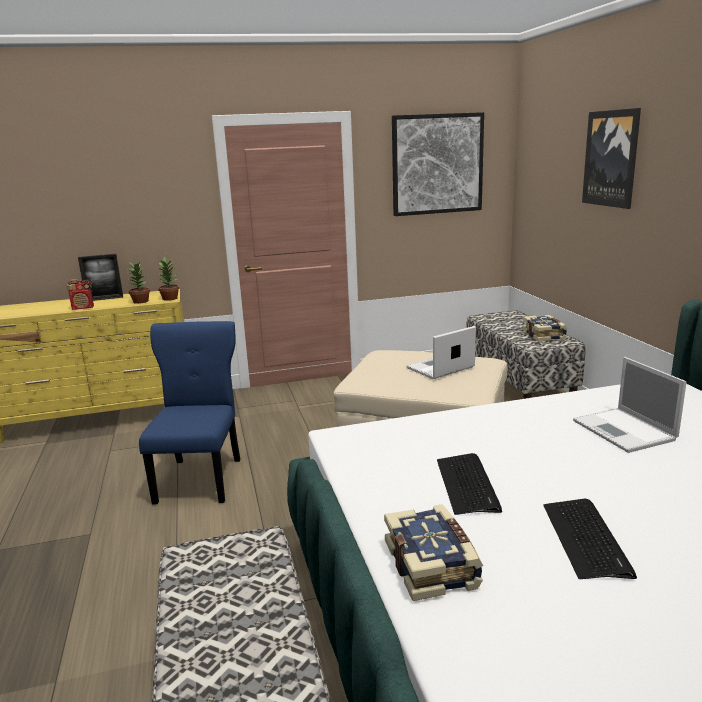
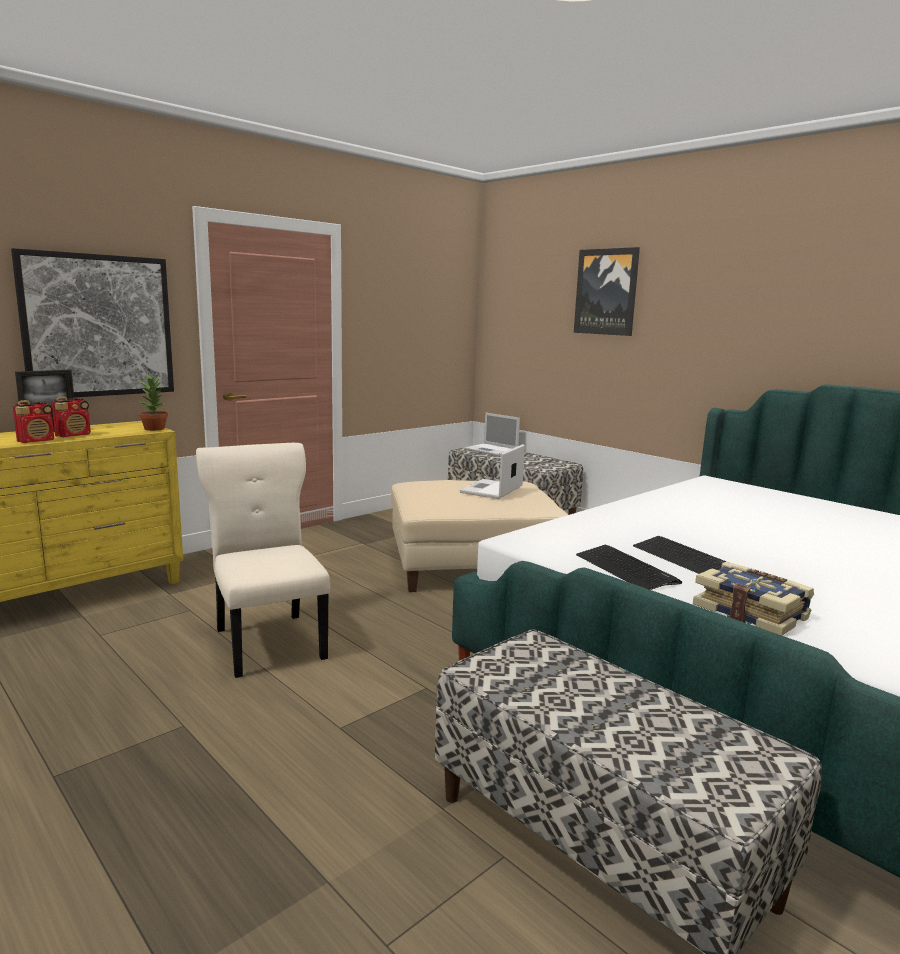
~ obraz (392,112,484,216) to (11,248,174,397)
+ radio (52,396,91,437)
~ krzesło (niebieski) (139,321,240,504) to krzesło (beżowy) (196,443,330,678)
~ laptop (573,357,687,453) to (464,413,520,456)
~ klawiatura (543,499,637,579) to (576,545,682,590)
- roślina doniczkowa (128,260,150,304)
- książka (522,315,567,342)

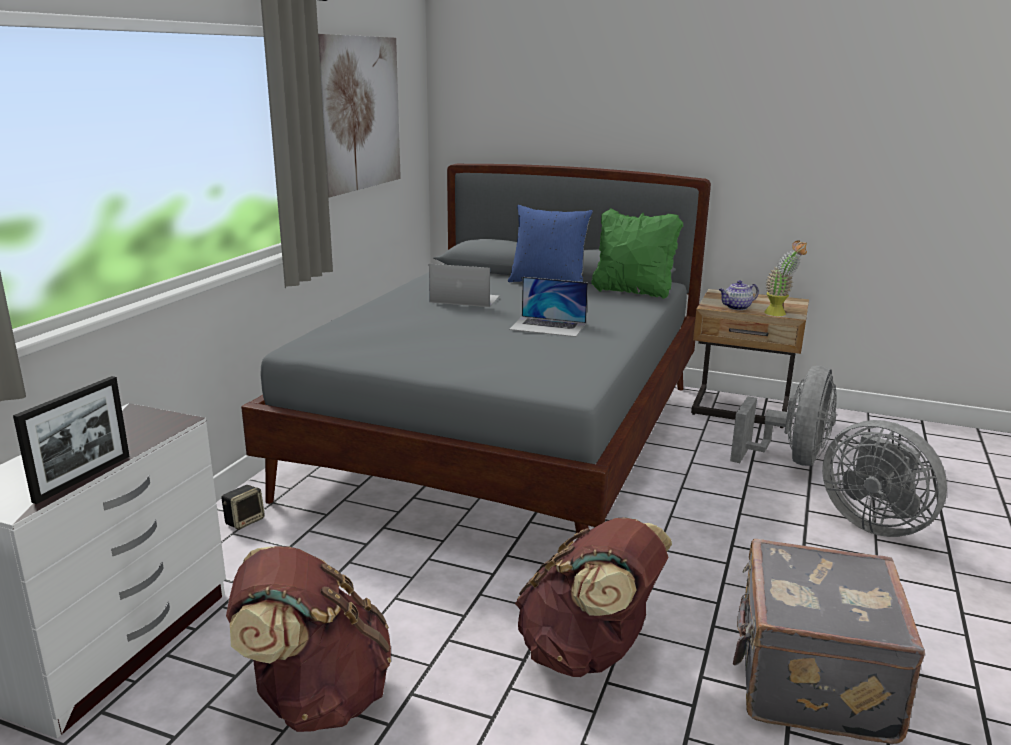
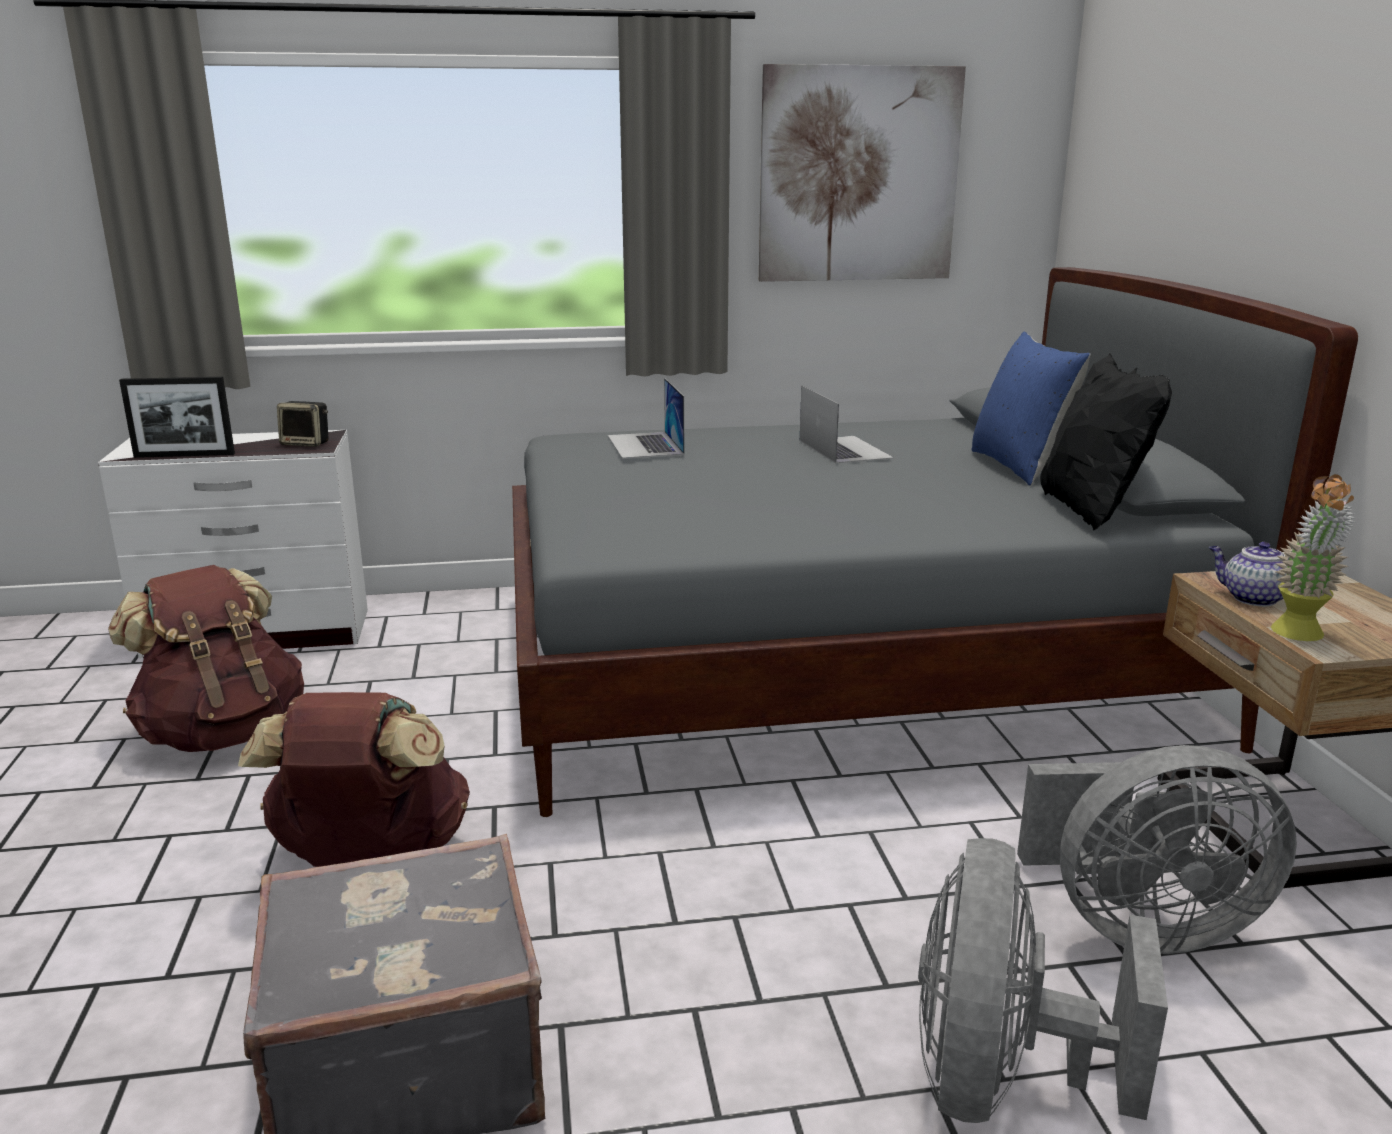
~ głośnik (221,485,265,530) to (277,401,328,447)
~ laptop (509,277,588,337) to (608,378,684,459)
~ poduszka (zielony) (591,208,683,299) to poduszka (czarny) (1040,354,1172,530)

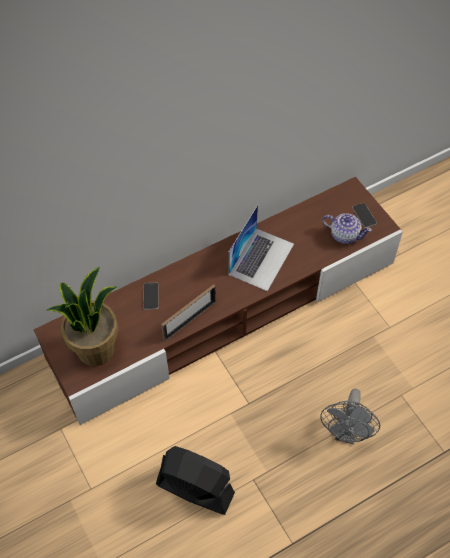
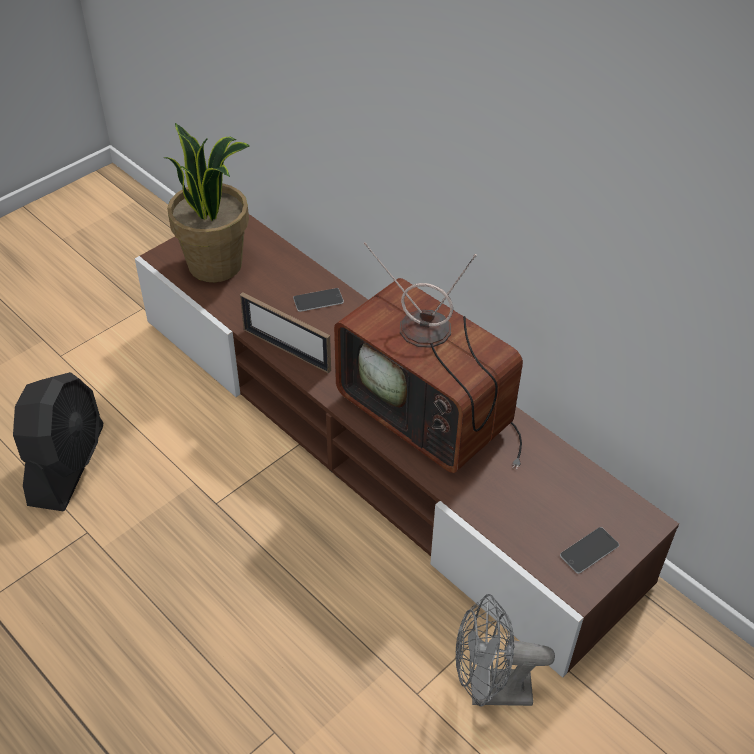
~ laptop (229,205,294,291) to telewizor (334,242,523,473)
~ wentylator (szary) (320,389,380,444) to (456,594,555,707)
- imbryk (322,213,372,244)

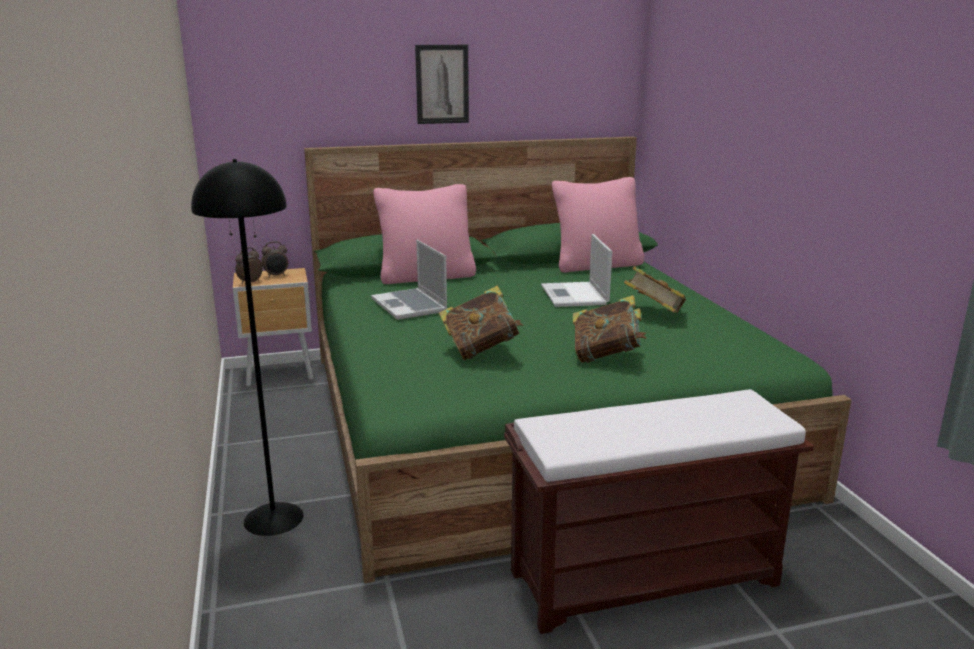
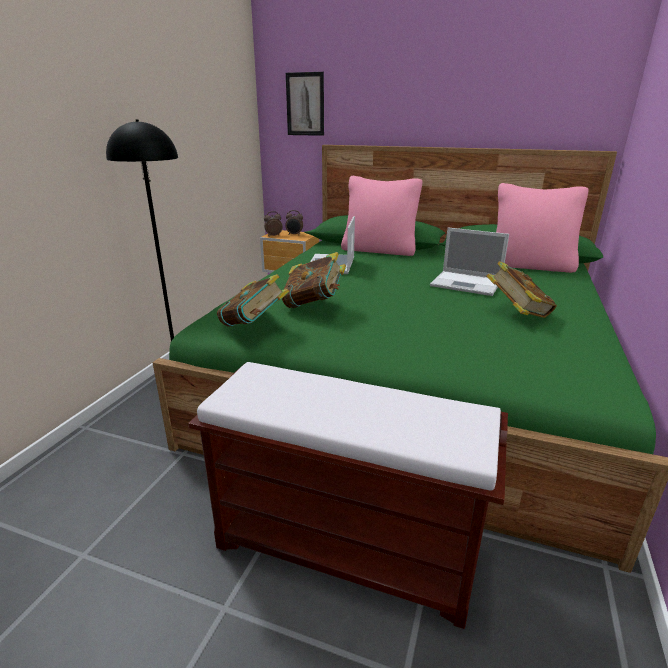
~ książka (573,295,647,363) to (217,274,289,327)
~ obraz (415,45,469,124) to (286,72,324,136)
~ laptop (541,234,612,307) = (430,227,509,296) 90 degrees counterclockwise

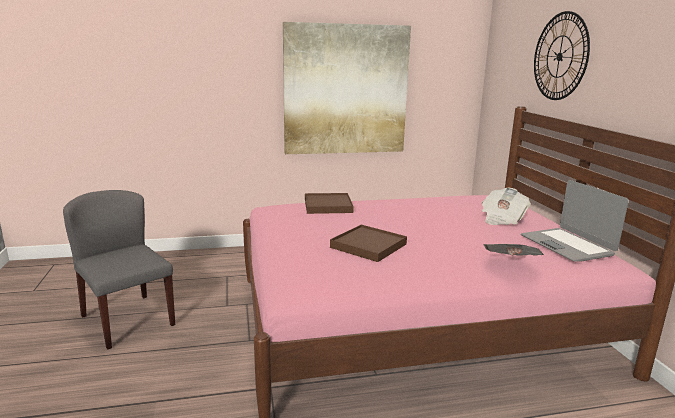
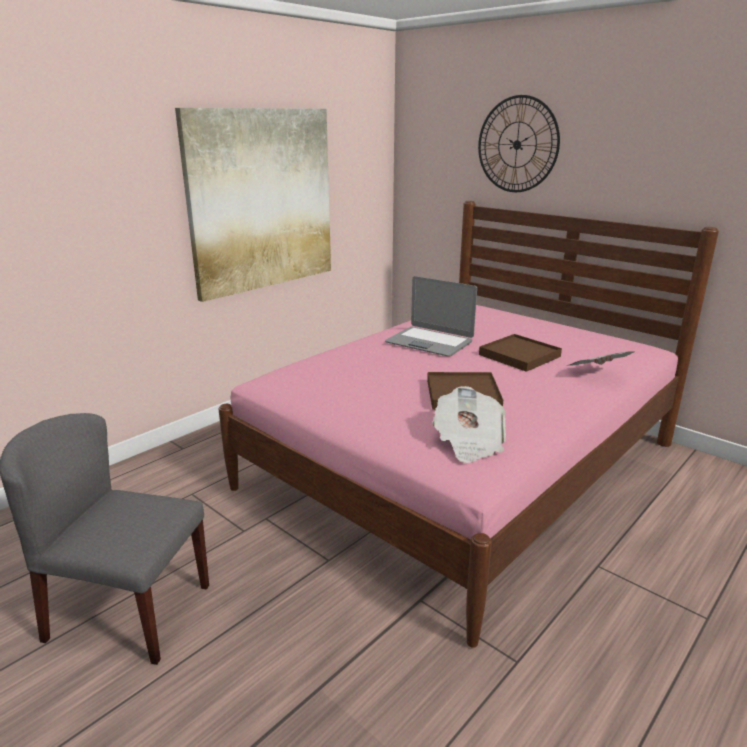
~ laptop (521,180,629,262) to (385,276,477,356)
~ gazeta (482,188,530,225) to (432,386,506,463)
~ taca (brązowy) (305,193,354,214) to (479,334,562,372)

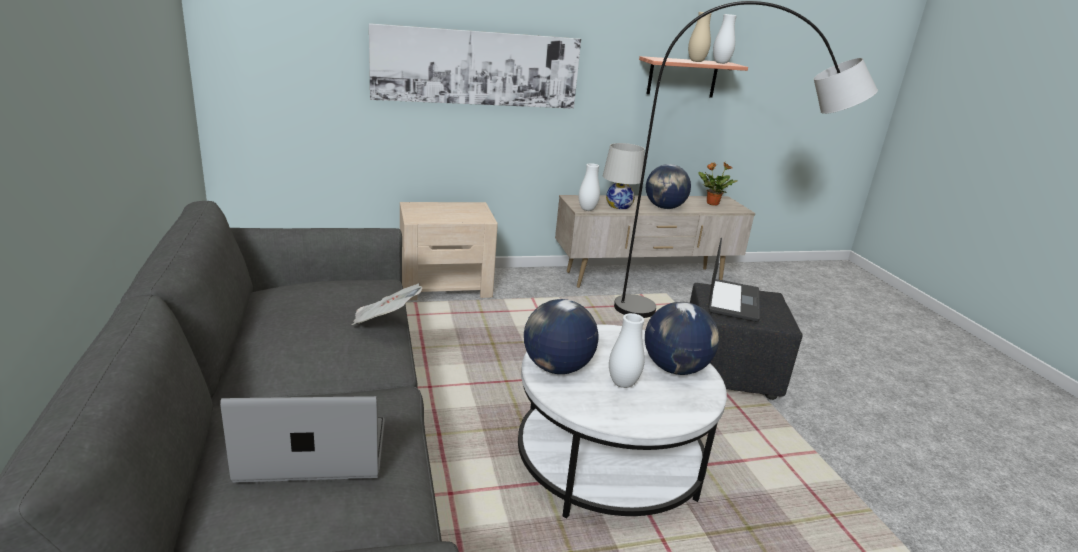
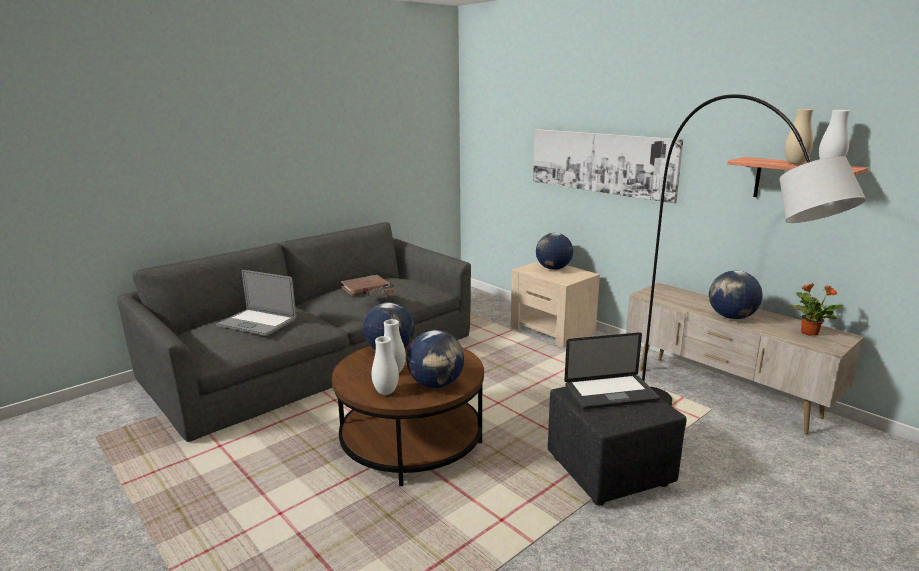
~ laptop (220,396,384,483) = (216,270,296,336) 150 degrees clockwise
~ ława (biały) (518,324,727,519) to ława (brązowy) (332,339,484,486)
+ książka (brązowy) (341,275,390,296)
~ wazon (biały) (579,163,600,211) to (372,336,399,395)
+ globus (536,233,573,270)
- lampa stołowa (biały) (603,143,645,209)

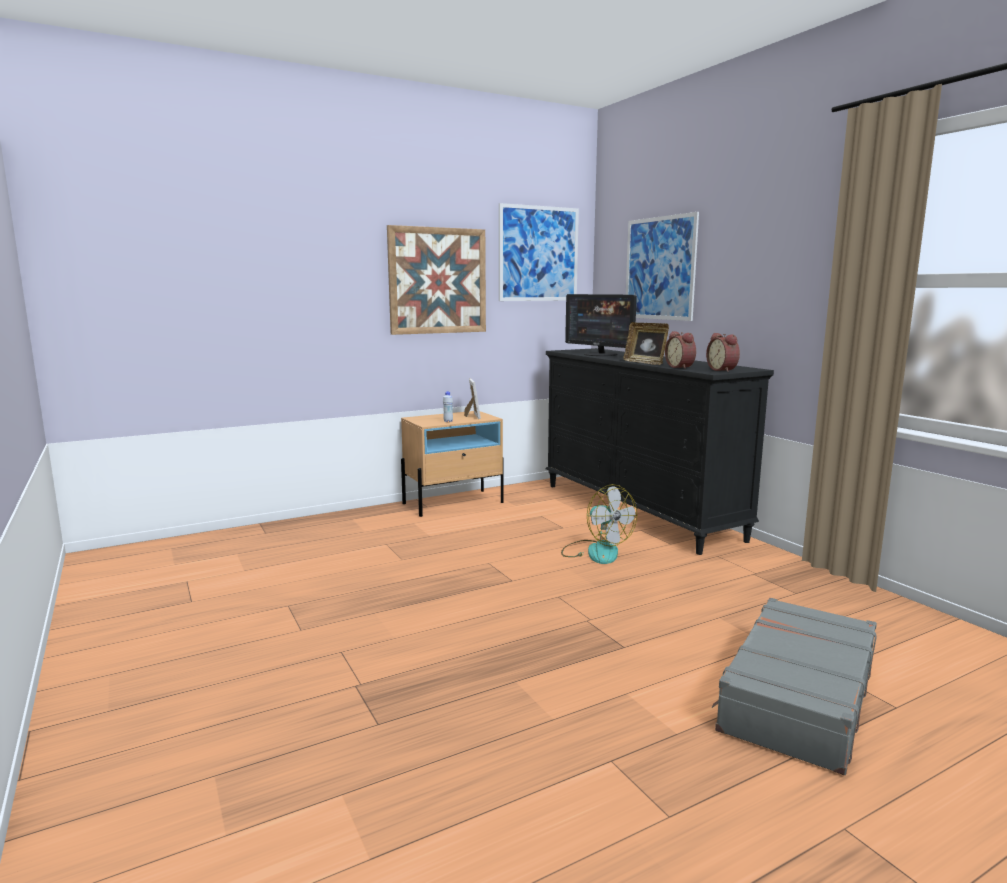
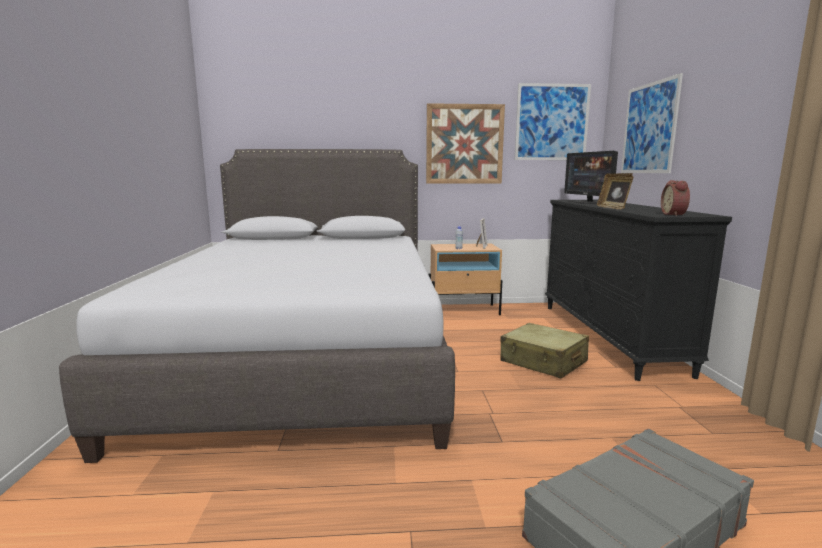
+ łóżko (szary) (59,149,455,463)
~ wentylator (561,484,637,564) to walizka (beżowy) (500,323,589,378)
- budzik (665,331,696,369)

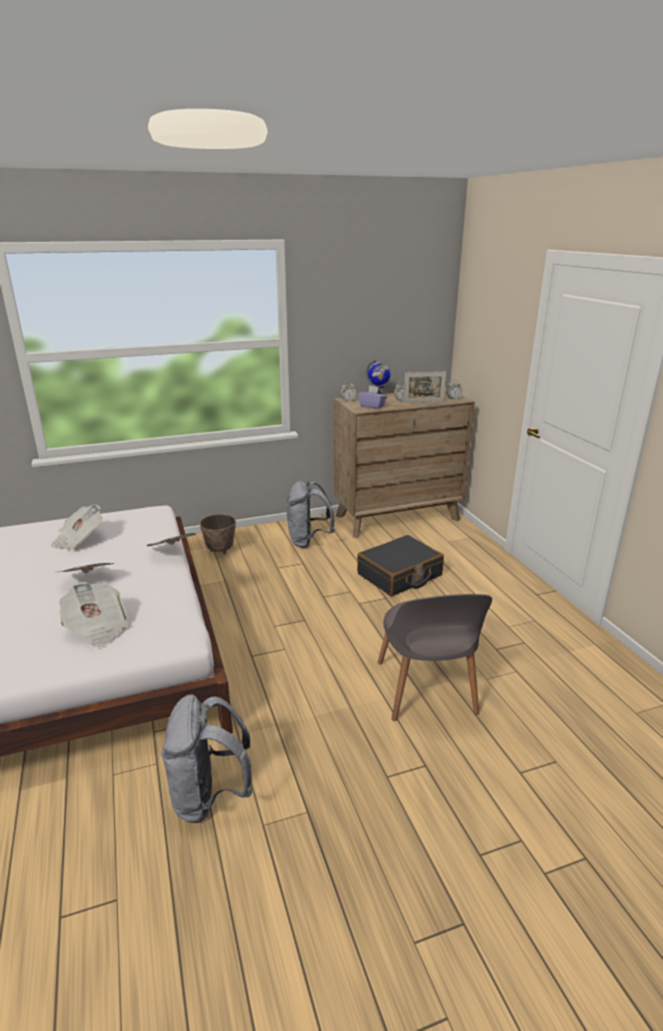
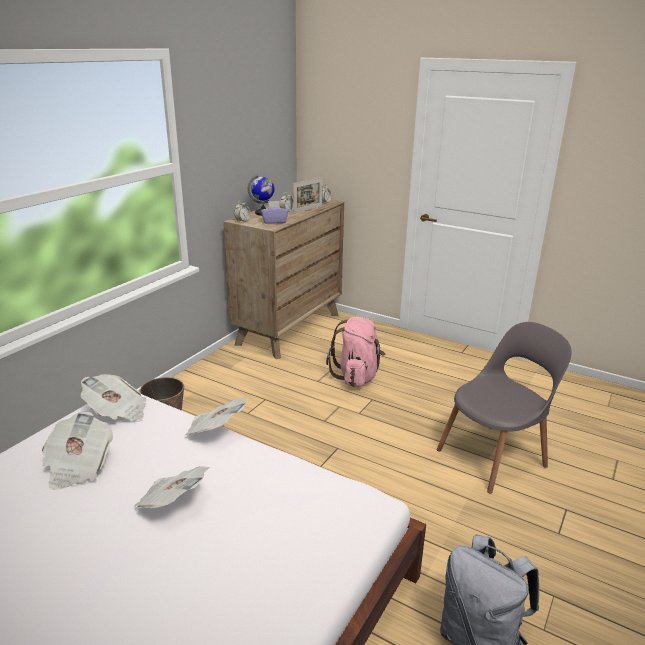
~ gazeta (59,582,128,647) to (80,374,146,422)
~ walizka (czarny) (357,535,444,596) to plecak (różowy) (326,317,385,387)
~ krzesło (szary) (378,594,492,721) = (437,322,572,494) 75 degrees counterclockwise
- plecak (szary) (287,481,335,548)

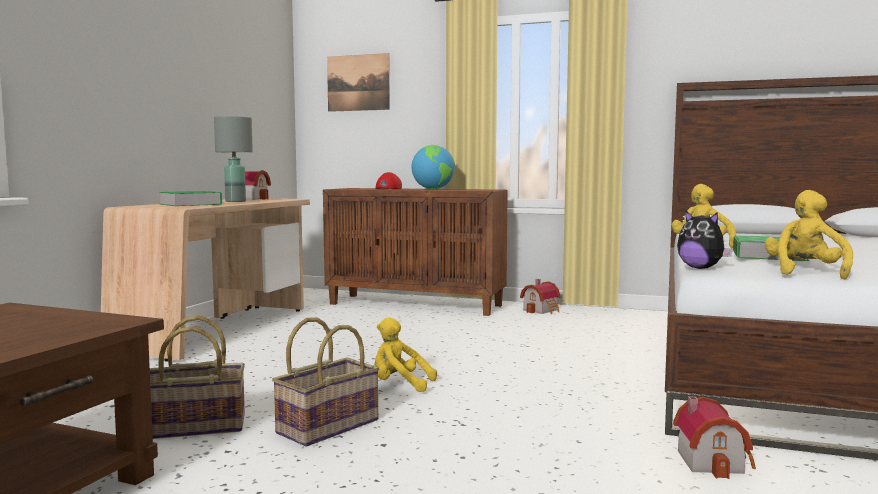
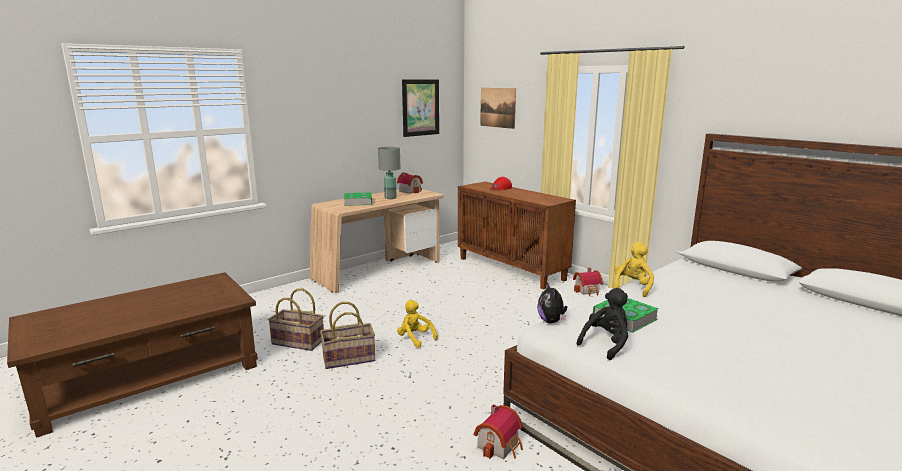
+ obraz (402,79,439,137)
~ pluszak (żółty) (764,190,853,280) to pluszak (czarny) (577,288,628,360)
- globus (411,145,455,190)

